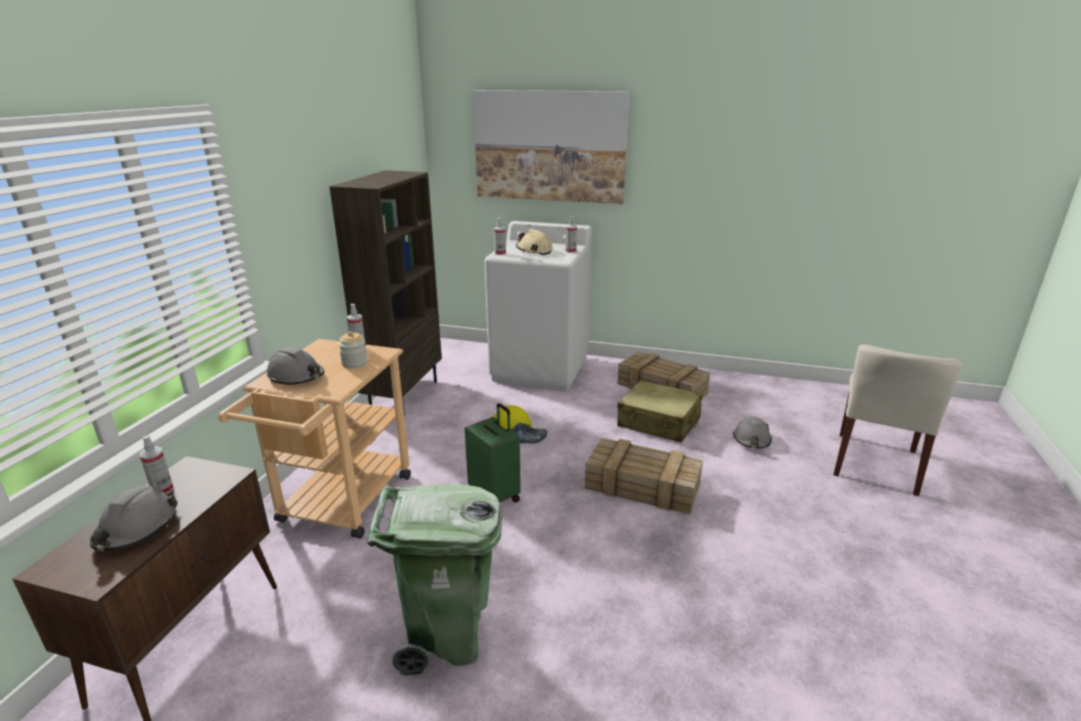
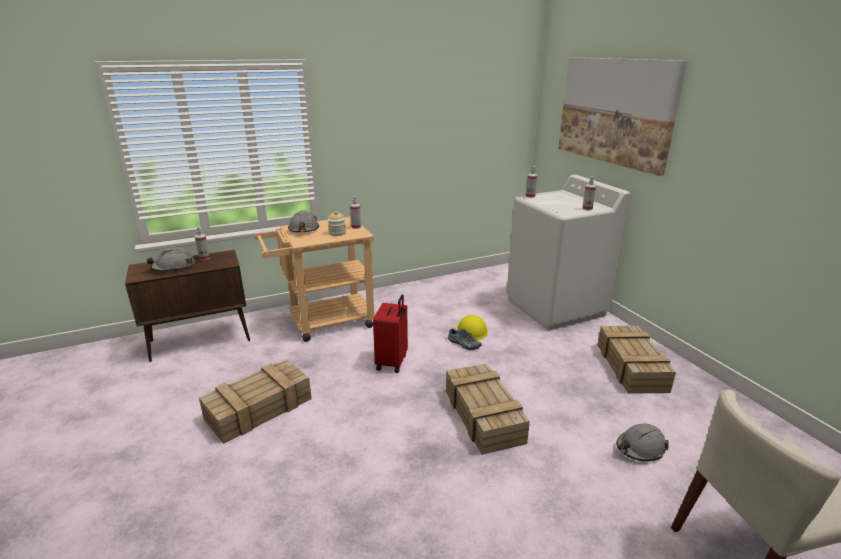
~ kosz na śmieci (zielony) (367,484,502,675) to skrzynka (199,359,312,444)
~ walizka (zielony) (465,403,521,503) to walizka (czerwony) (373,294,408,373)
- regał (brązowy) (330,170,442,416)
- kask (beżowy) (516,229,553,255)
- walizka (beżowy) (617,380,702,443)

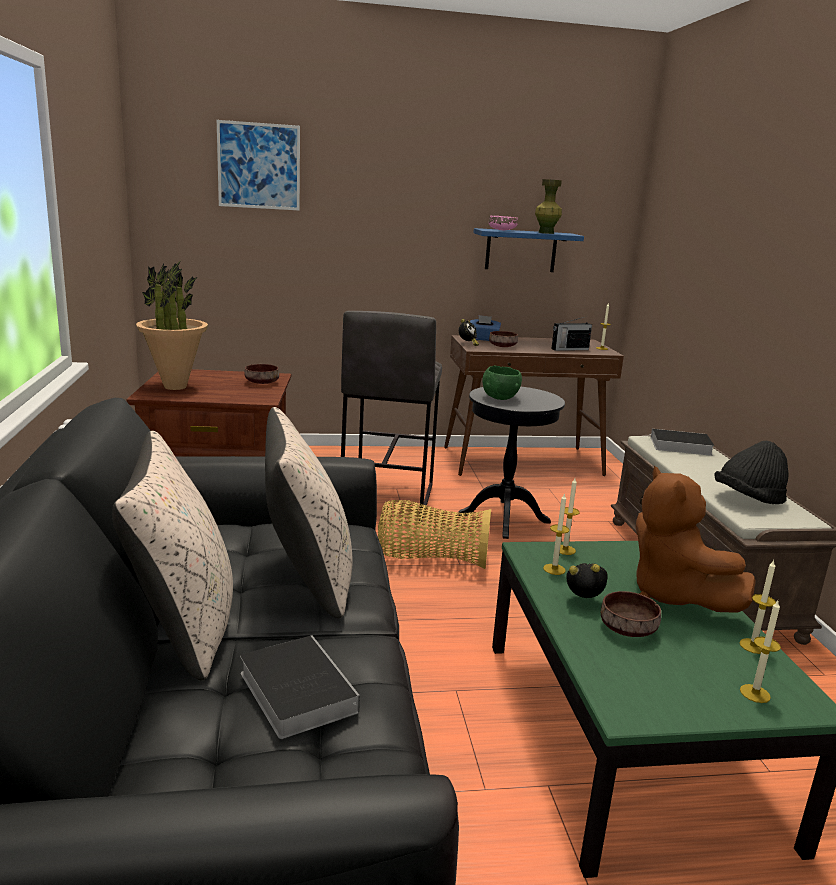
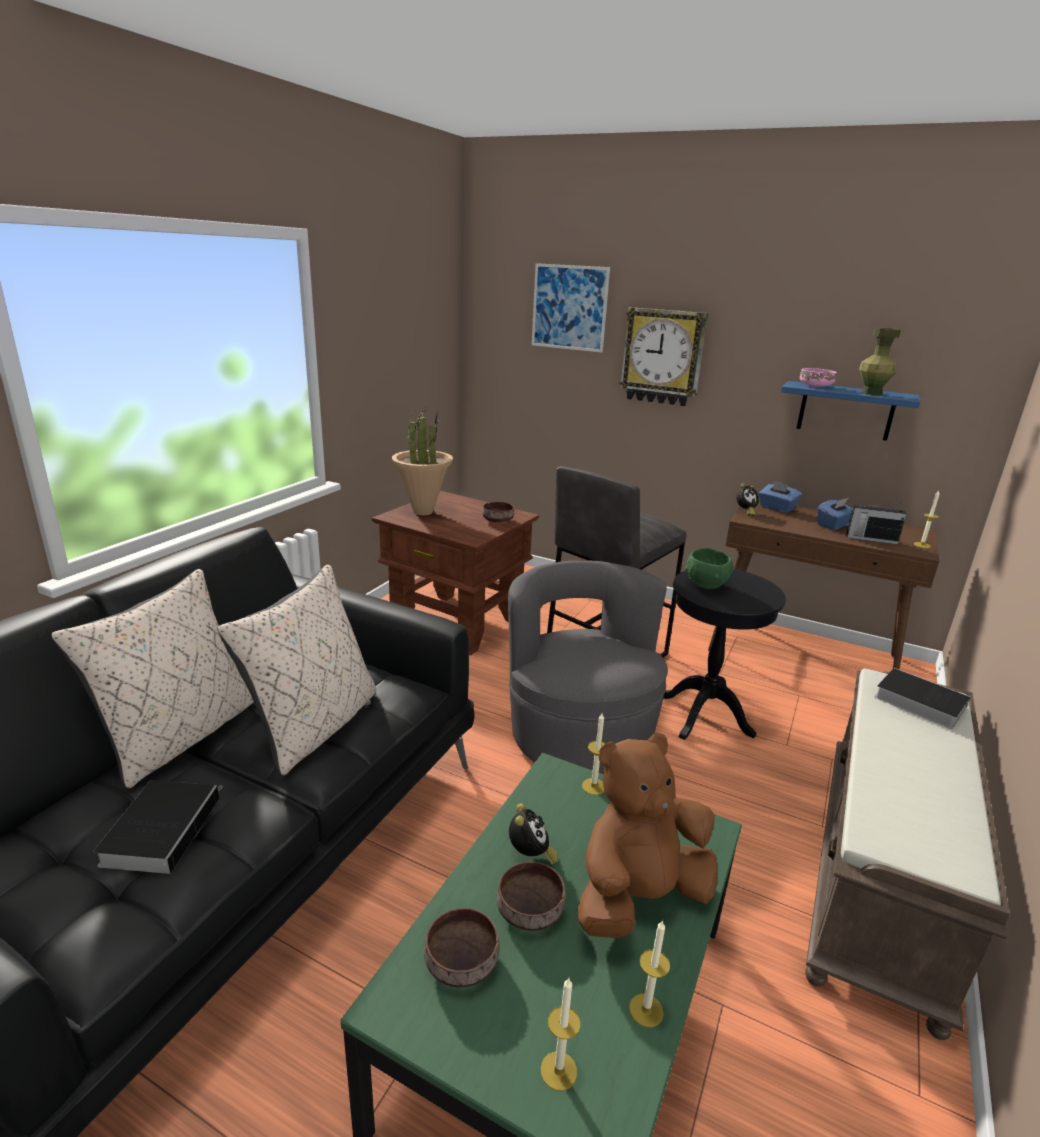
~ miska (brązowy) (489,331,518,347) to (424,908,499,987)
~ koszyk (378,500,491,569) to fotel (szary) (508,561,668,774)
~ budzik (566,563,608,598) = (509,803,558,865) 45 degrees clockwise
~ pluszak (brązowy) (636,466,756,613) = (578,733,718,939) 45 degrees clockwise
+ zegar ścienny (619,307,708,406)
+ pudełko chusteczek (niebieski) (817,498,853,530)
- świeca (543,493,570,575)
- kapelusz (czarny) (715,441,788,504)

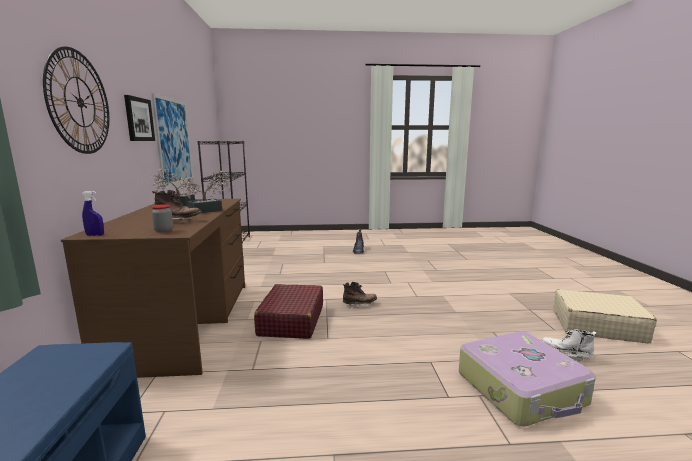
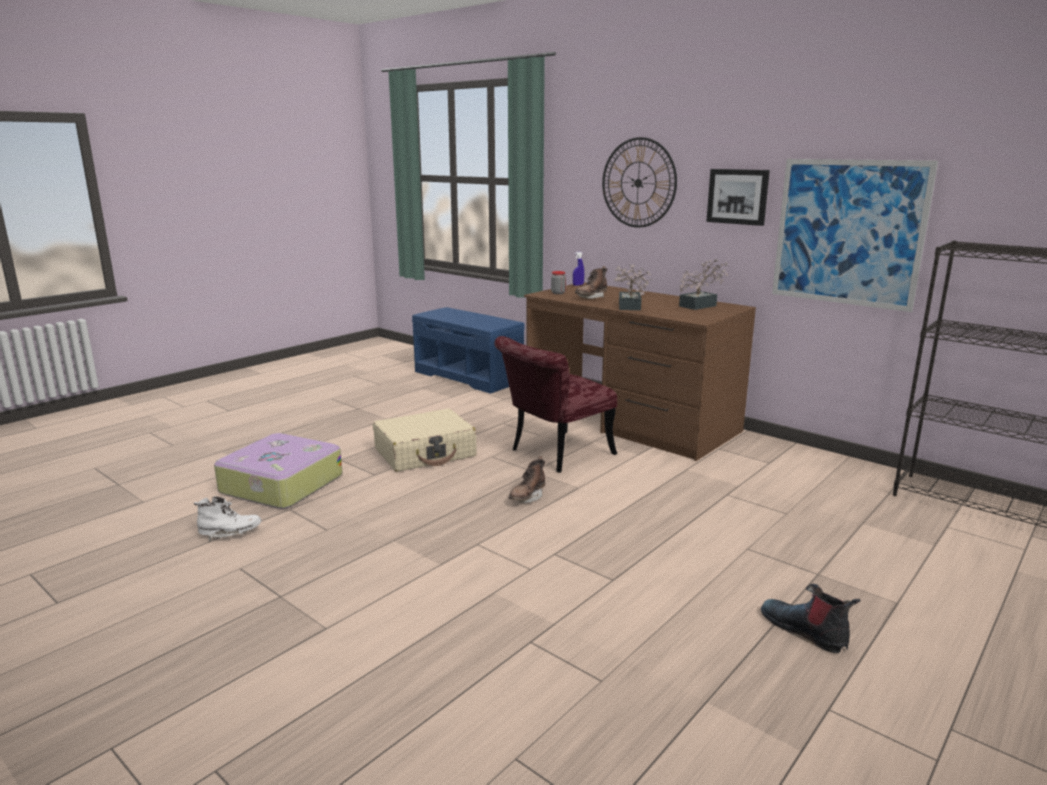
~ walizka (beżowy) (553,289,657,344) to (373,409,477,472)
~ walizka (czerwony) (254,284,323,339) to krzesło (czerwony) (494,336,617,473)

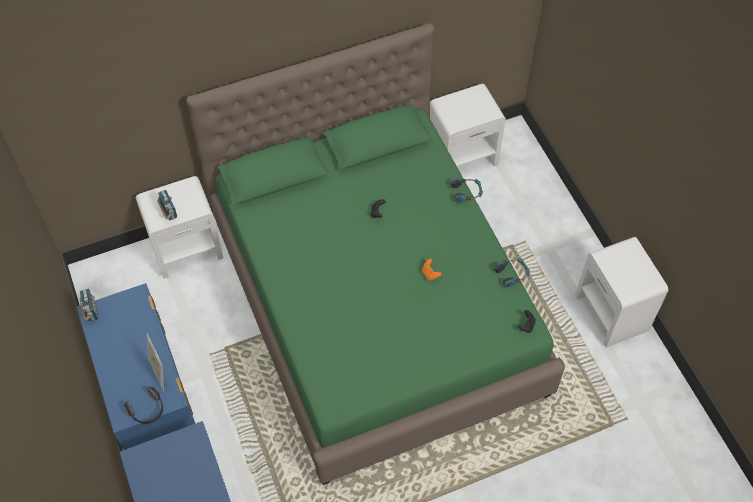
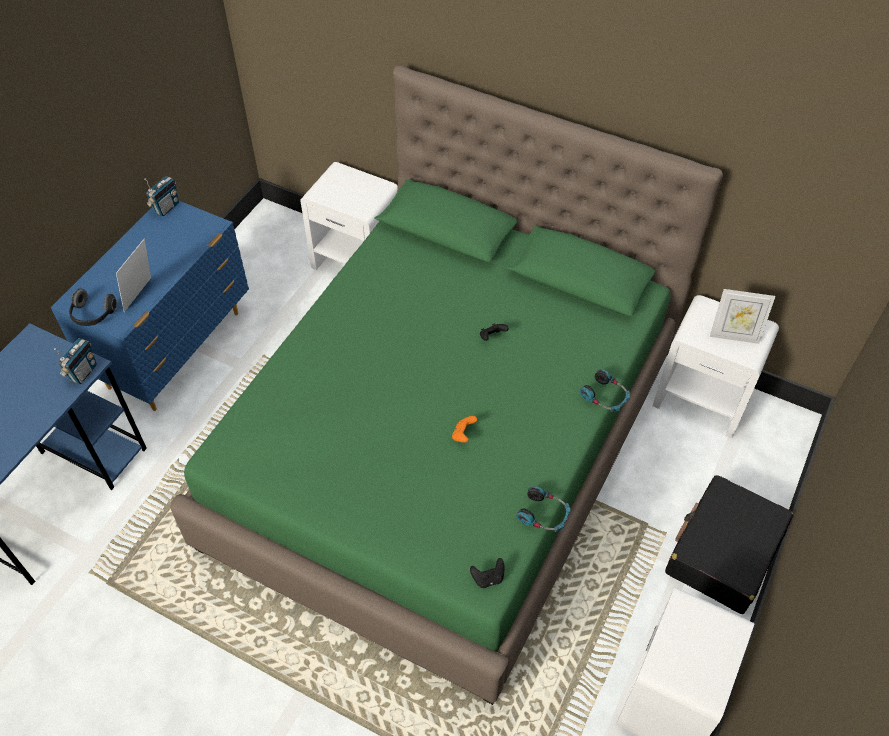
~ radio (158,190,177,221) to (54,338,97,384)
+ walizka (czarny) (665,475,793,614)
+ ramka na zdjęcie (710,289,776,344)

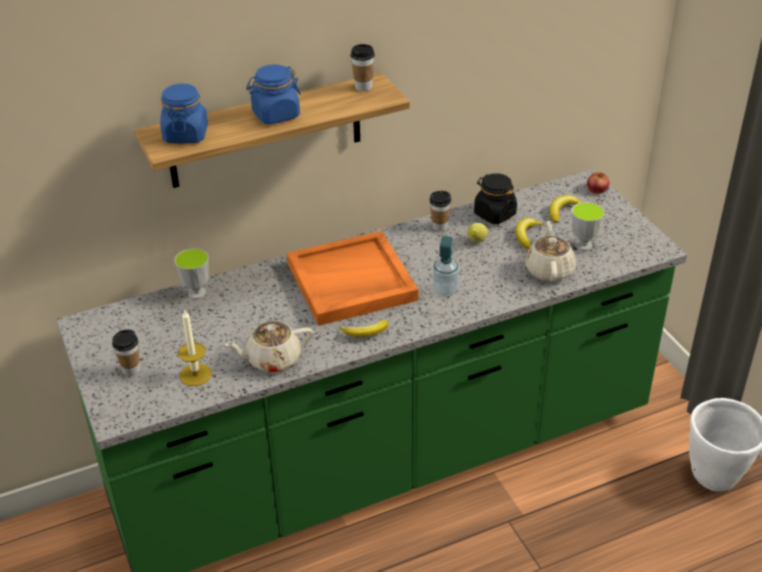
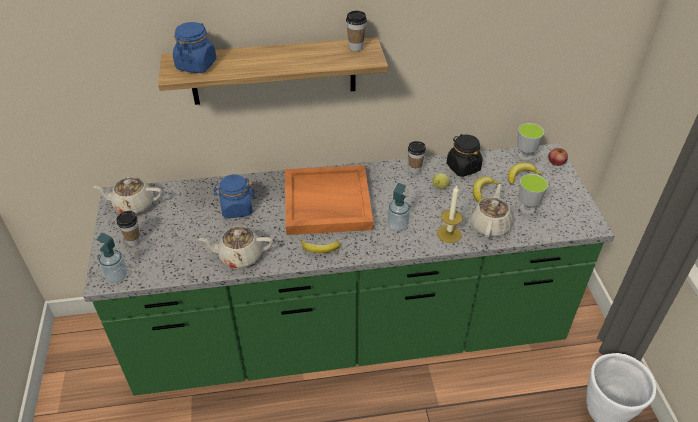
+ imbryk (beżowy) (93,177,162,215)
+ dozownik mydła (97,233,128,283)
~ słoik (niebieski) (246,64,301,124) to (214,174,255,218)
~ świeca (178,309,212,386) to (437,186,463,243)
~ filiżanka (174,248,209,299) to (517,123,544,161)

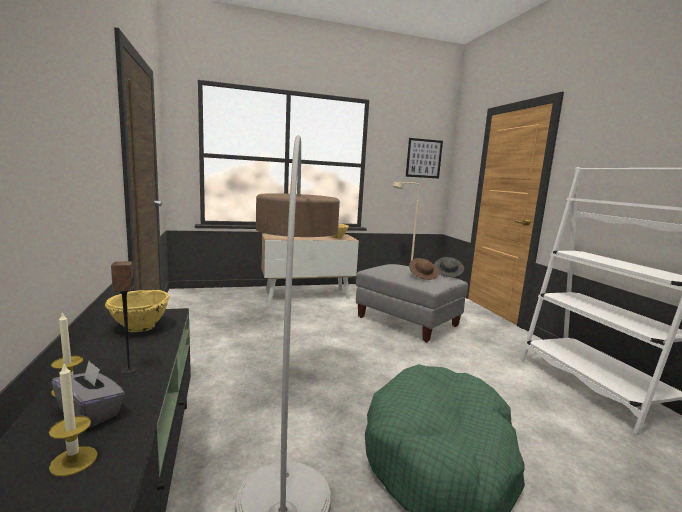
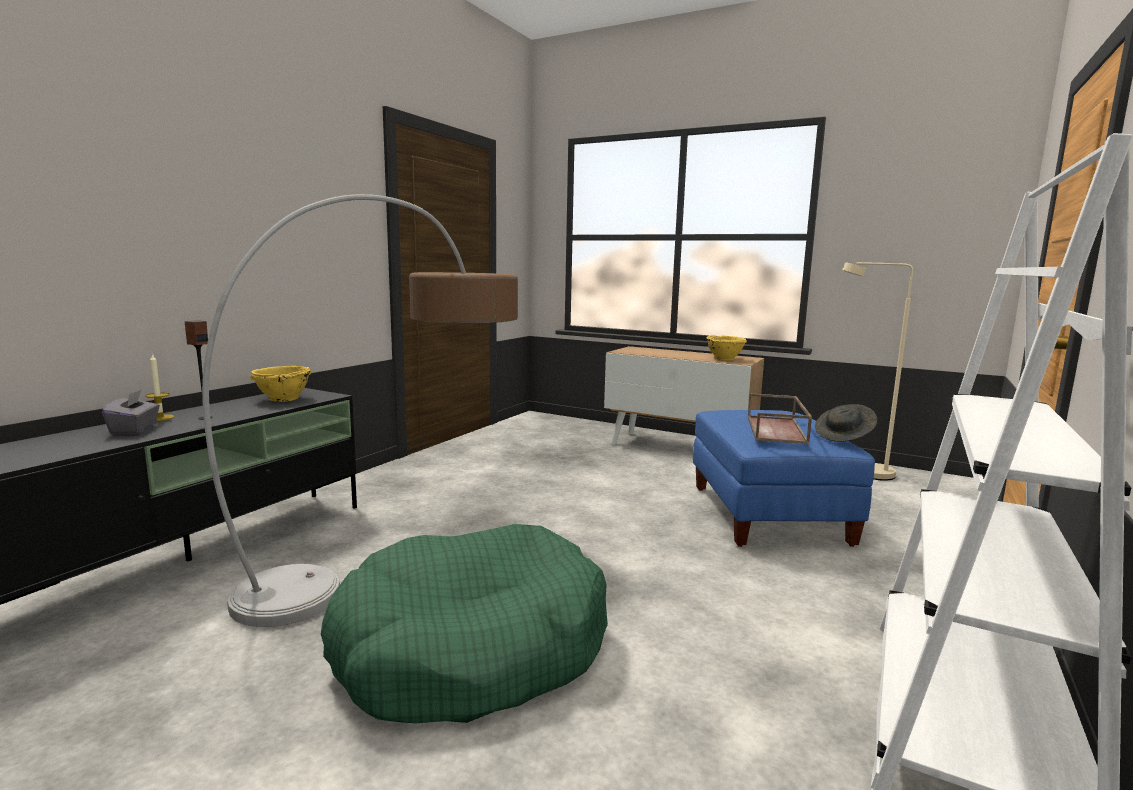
~ pufa (szary) (356,264,468,343) to pufa (niebieski) (693,410,875,547)
~ kapelusz (brązowy) (409,258,439,280) to taca (brązowy) (748,393,812,444)
- świeca (49,364,98,476)
- obraz (406,138,443,179)

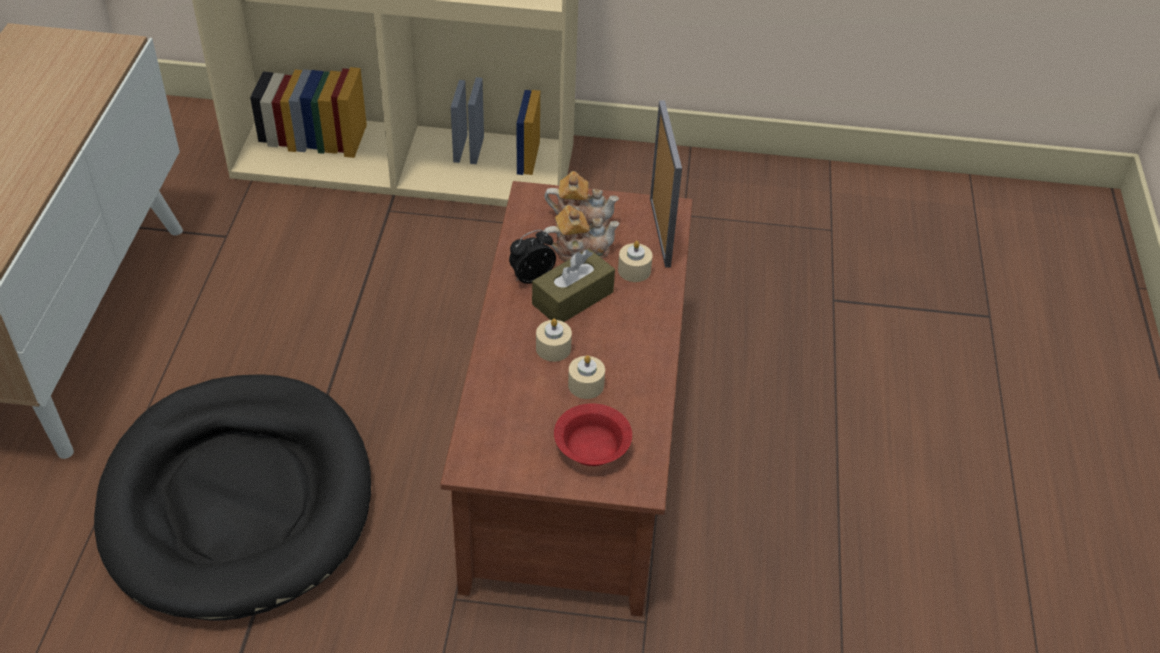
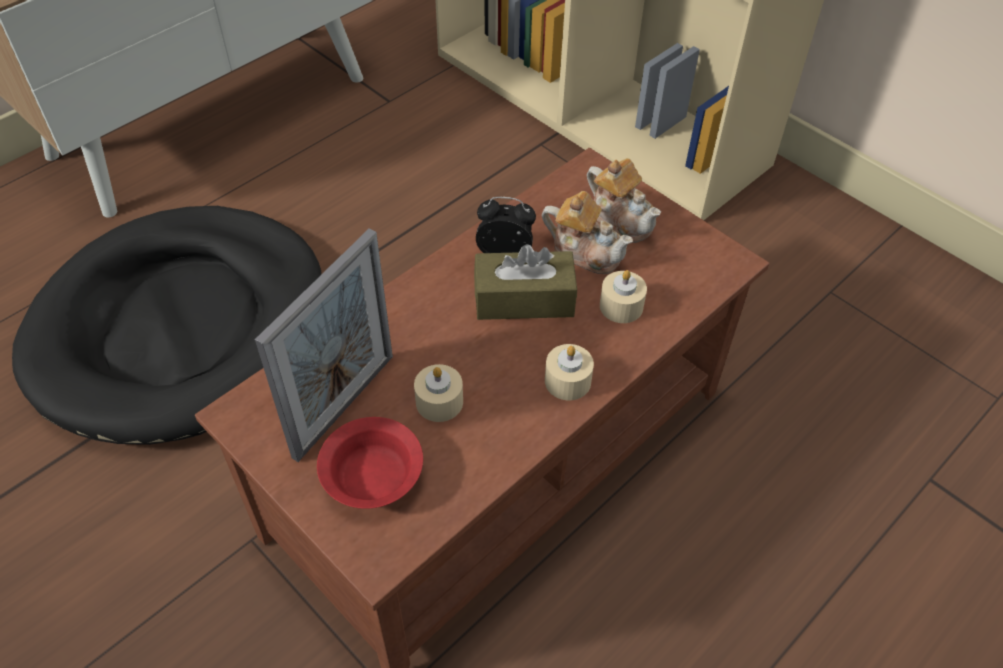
~ ramka na zdjęcie (650,100,682,268) to (255,228,393,462)
~ świeca (beżowy) (536,319,572,362) to (545,344,594,400)

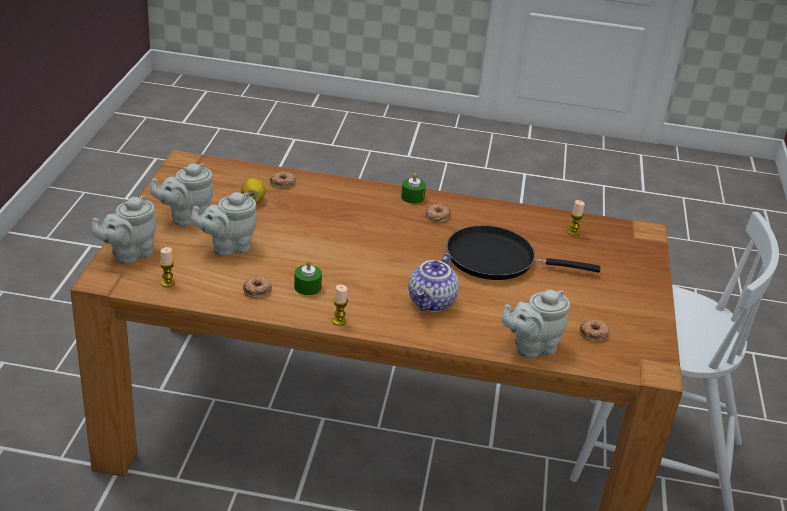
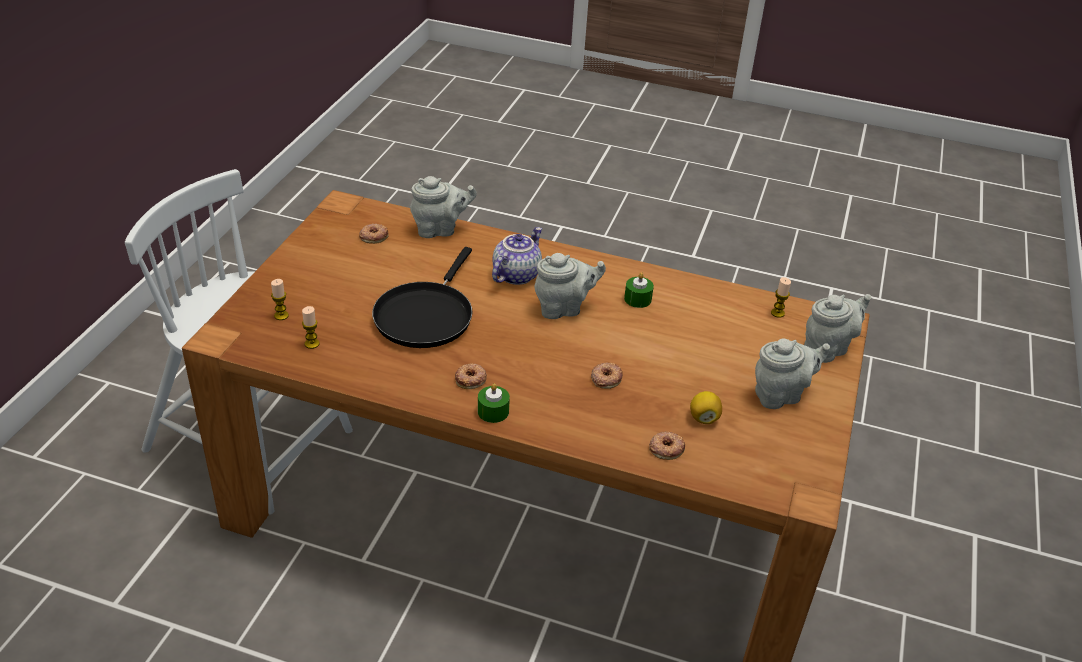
~ świeca (332,285,348,326) to (271,279,289,320)
~ patelnia (czarny) (447,226,600,280) = (372,247,473,348) 90 degrees clockwise
~ imbryk (szary) (191,192,257,257) to (534,253,606,319)
~ donut (243,276,272,298) to (591,362,623,389)

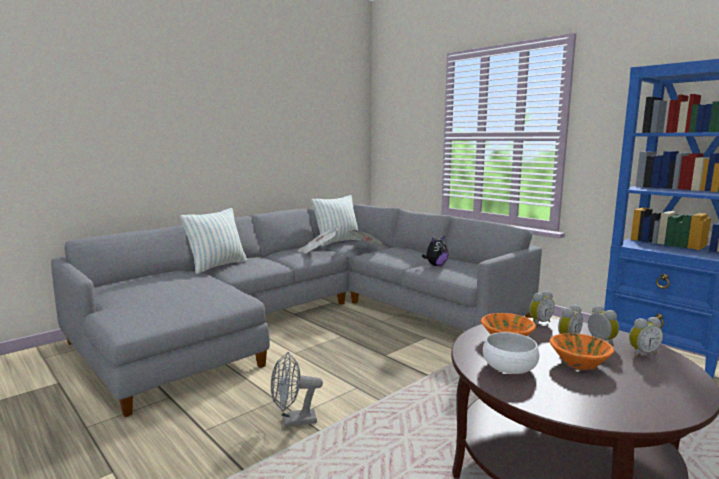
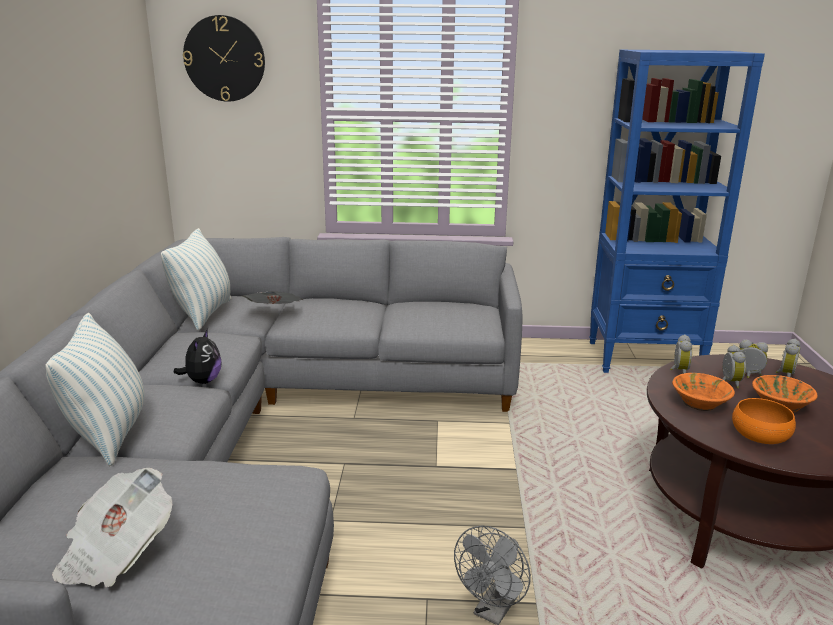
~ gazeta (298,228,338,253) to (52,468,172,587)
~ pluszak (422,235,449,266) to (173,329,222,384)
+ zegar ścienny (183,15,265,102)
~ miska (biały) (483,332,539,374) to miska (pomarańczowy) (732,398,796,444)

